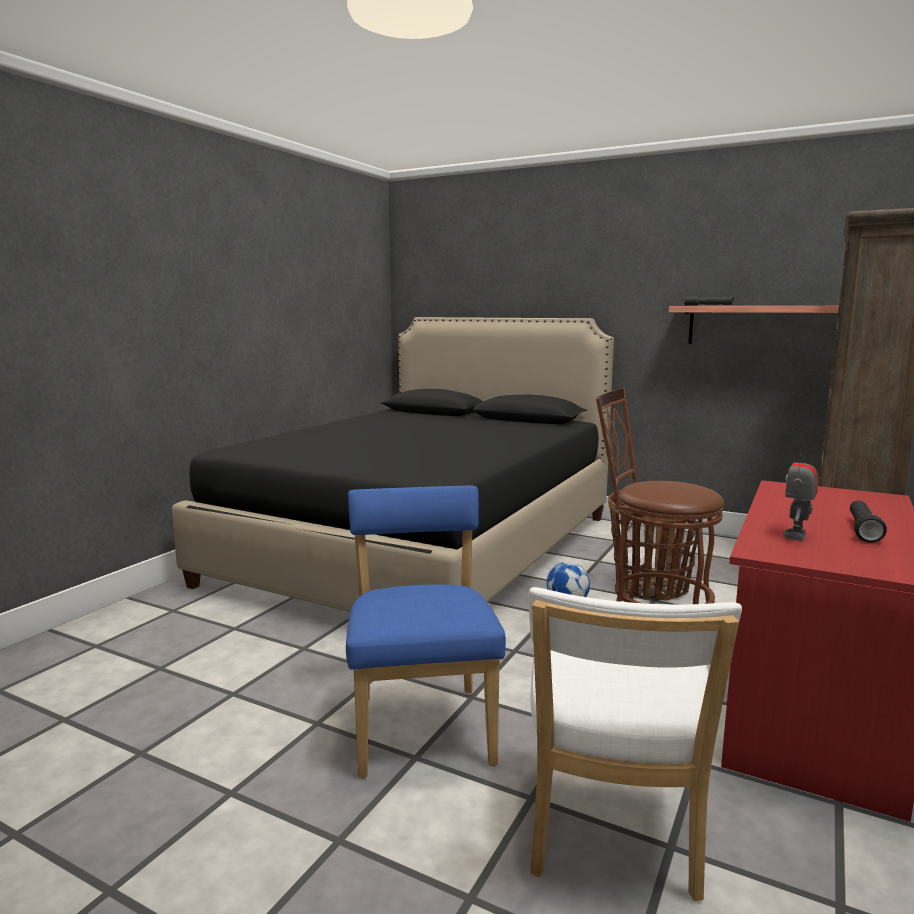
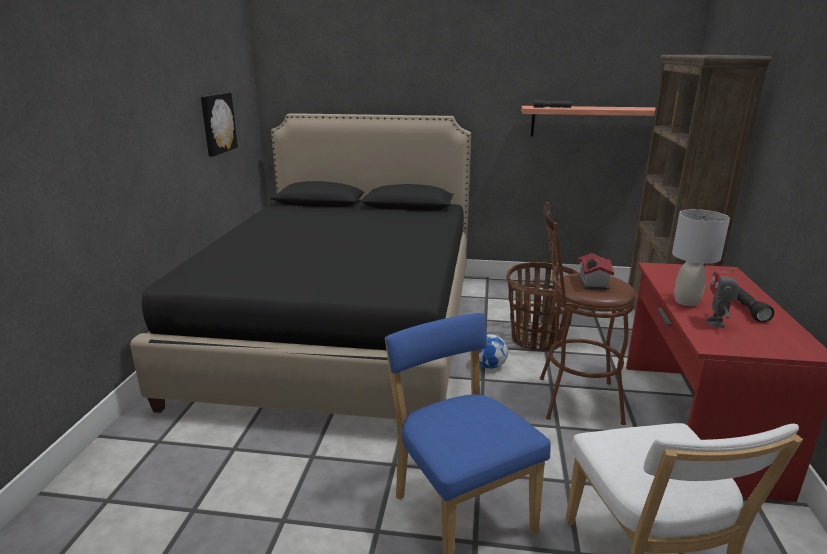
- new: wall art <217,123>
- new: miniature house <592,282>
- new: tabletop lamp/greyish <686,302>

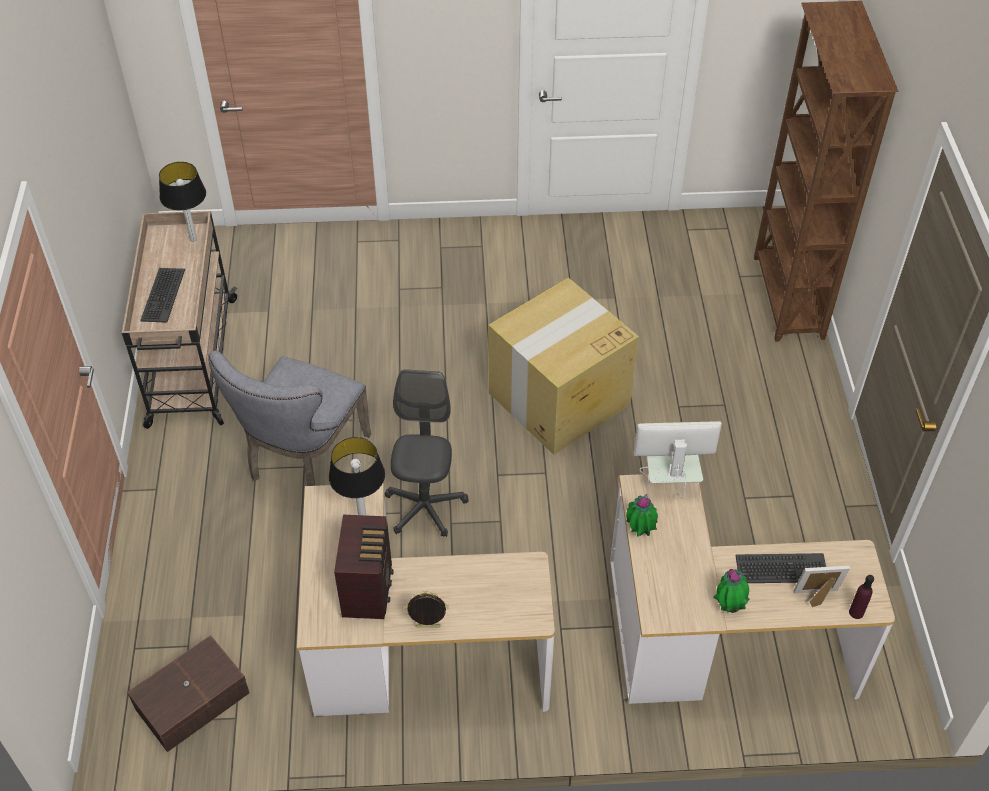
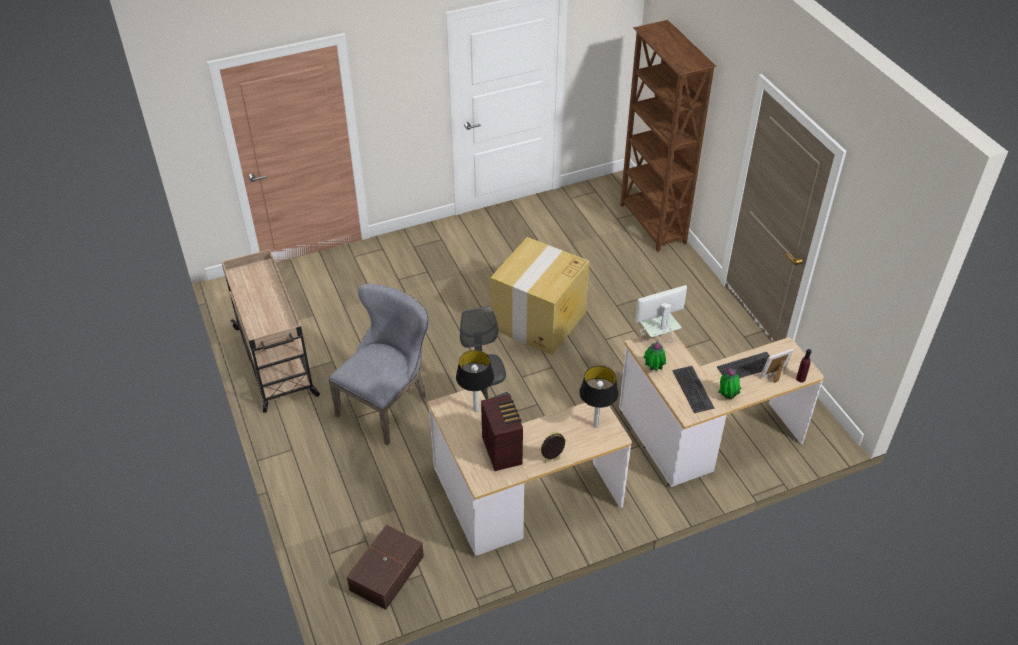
- rotated: plain chair/greyish <303,461> = <387,403> 150 degrees counterclockwise
- shifted: tabletop lamp <194,239> to <596,425>
- shifted: keyboard <162,295> to <692,389>

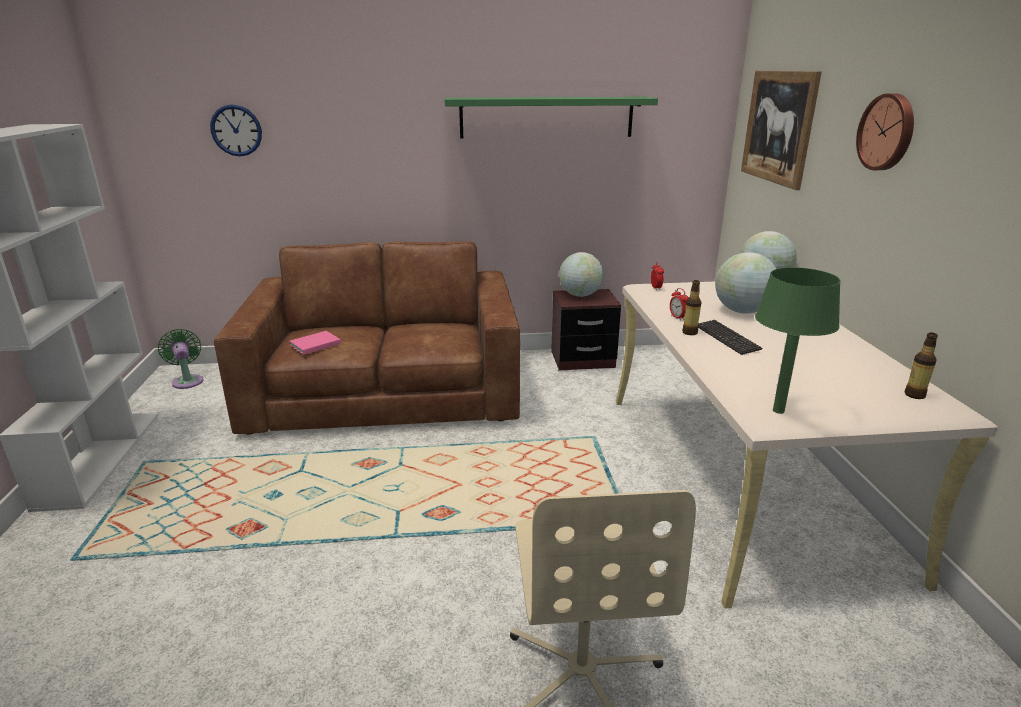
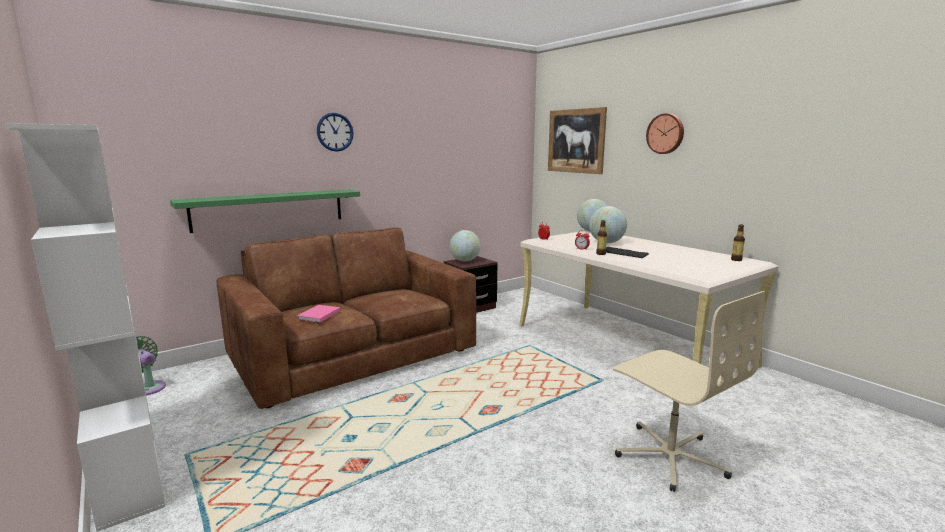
- shifted: shelf/green-coloured <547,117> to <270,209>
- shifted: hanging clock <236,130> to <335,132>
- gone: tabletop lamp/green-coloured <777,410>

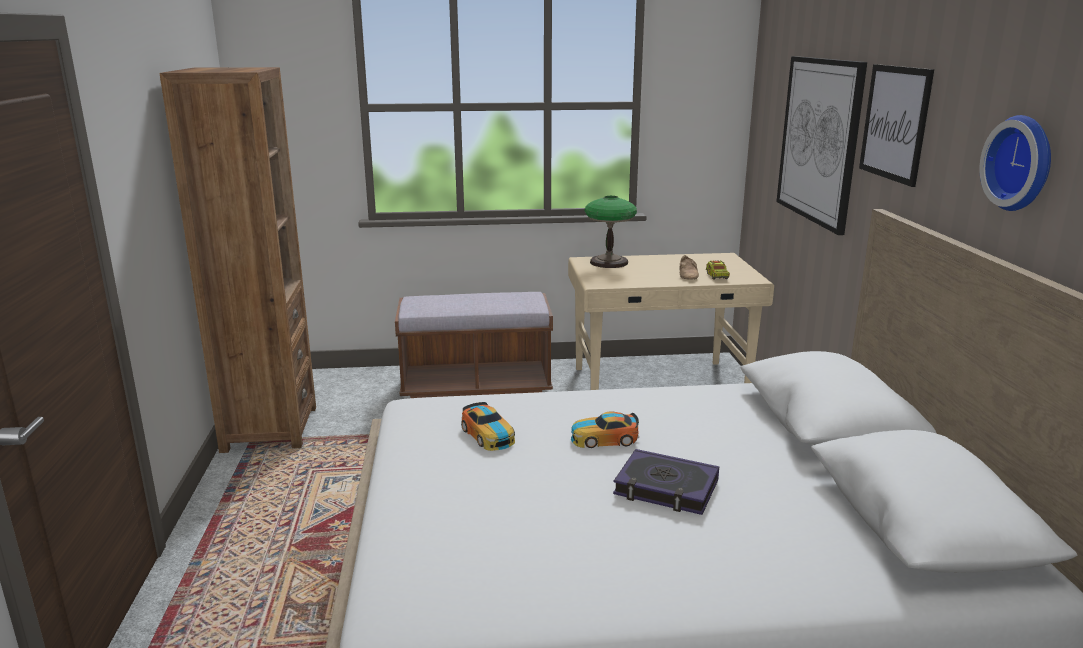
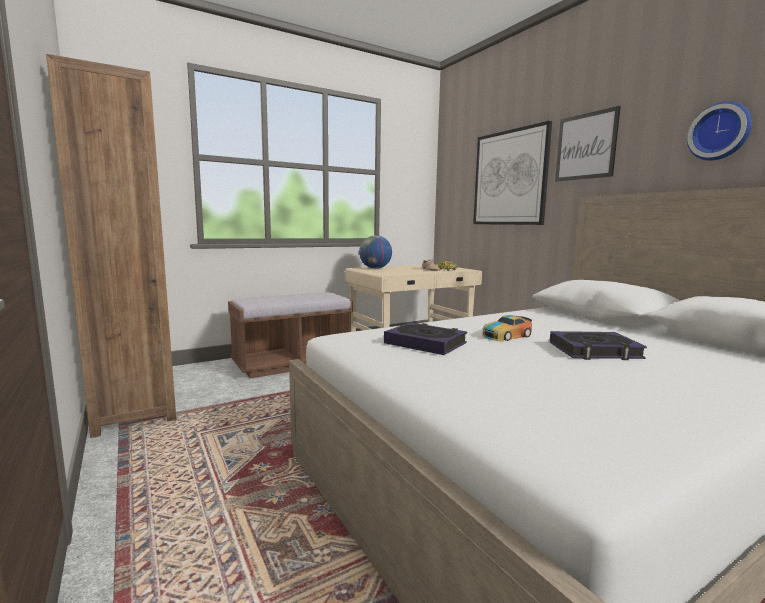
- swapped: tabletop lamp <609,262> to world globe <375,268>
- swapped: miniature car <488,435> to book <425,343>

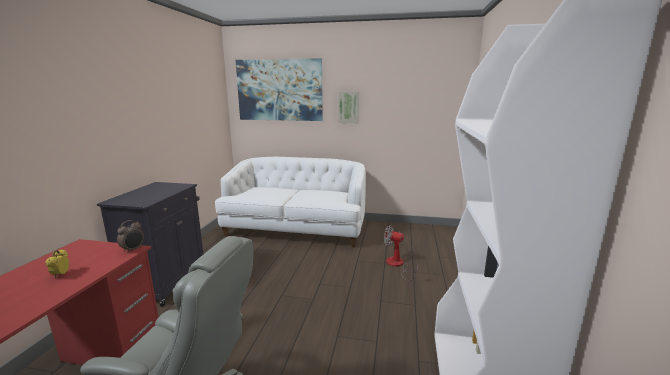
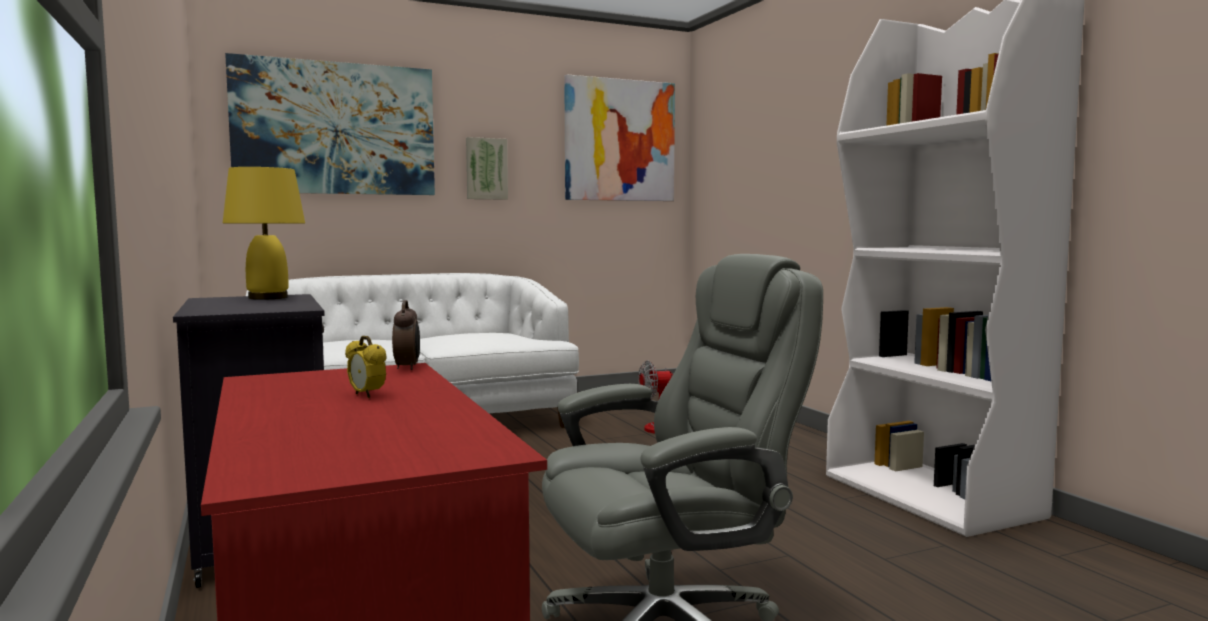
- new: tabletop lamp/yellowish <268,297>
- new: wall art <619,140>

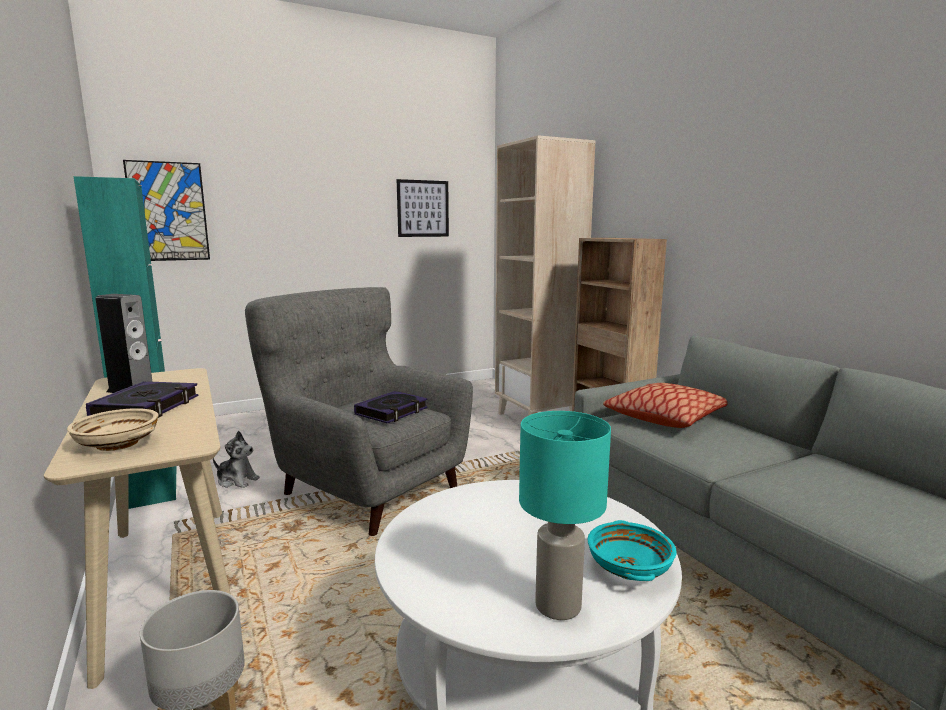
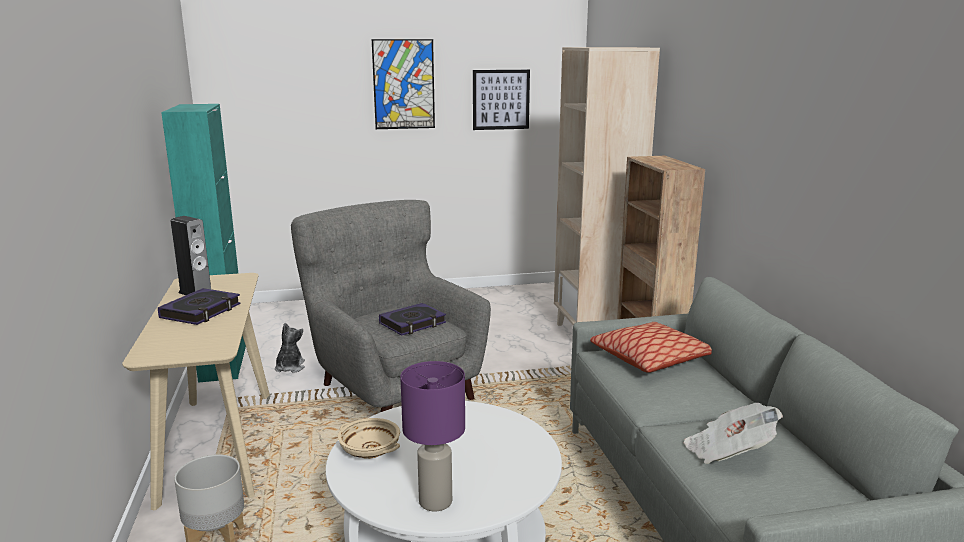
- rotated: cuddly toy <237,480> = <290,367> 120 degrees counterclockwise
- shifted: serving bowl/sand-coloured <116,444> to <369,450>
- shifted: wall art <168,211> to <403,84>
- repainted: tabletop lamp/blue-green <556,606> to tabletop lamp/purple-coloured <434,502>
- new: printed paper <728,452>
- gone: serving bowl/blue-green <630,568>

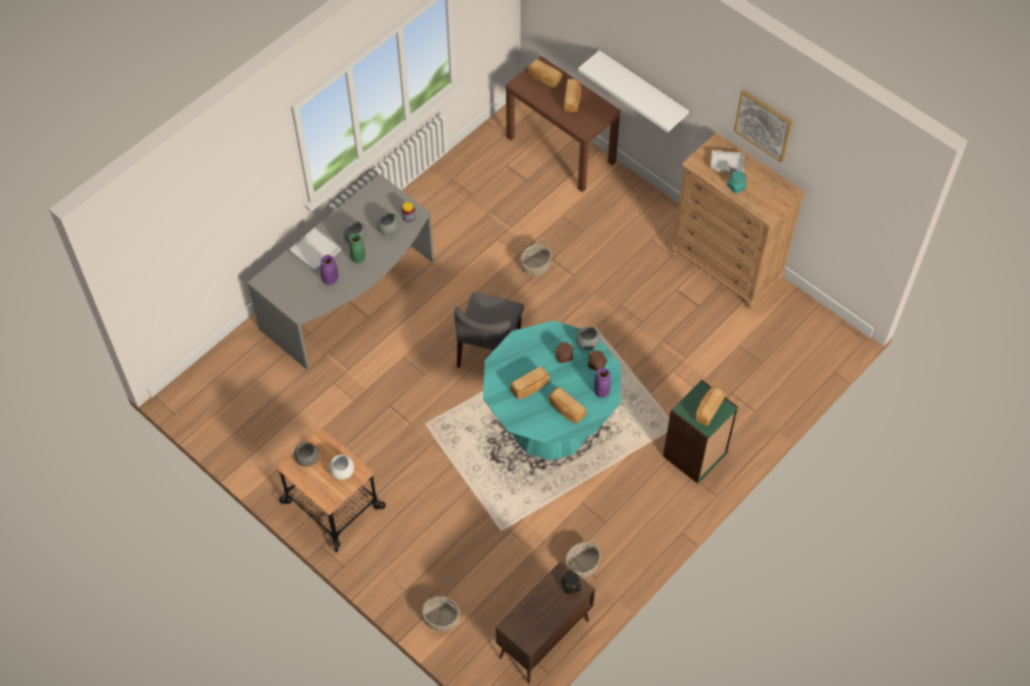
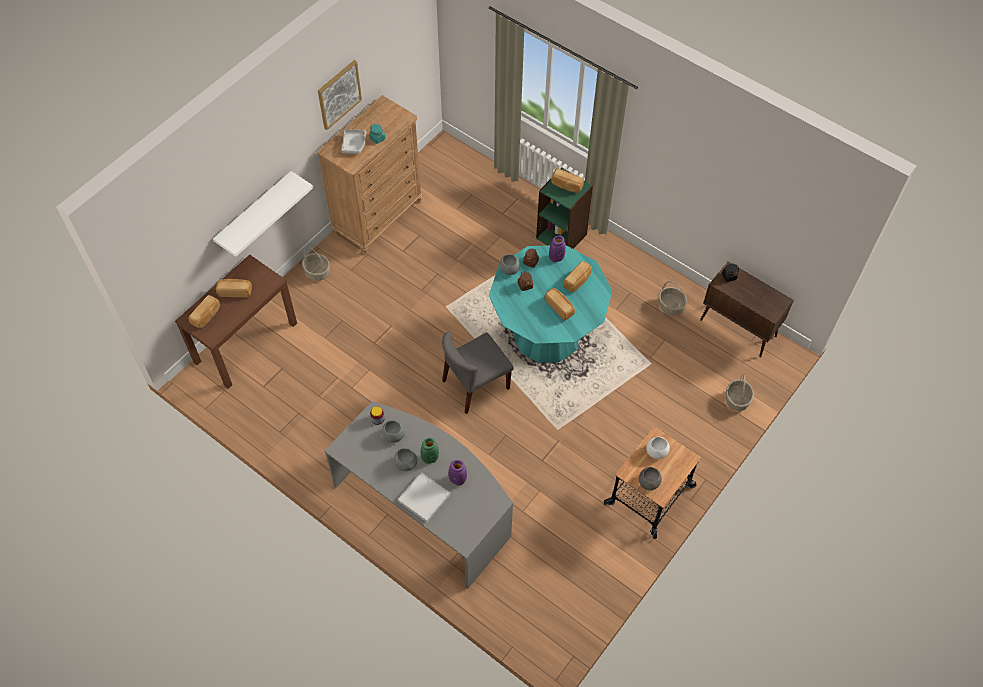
- shifted: basket <536,265> to <317,272>
- rotated: plain chair/greyish <489,350> = <475,385> 135 degrees clockwise

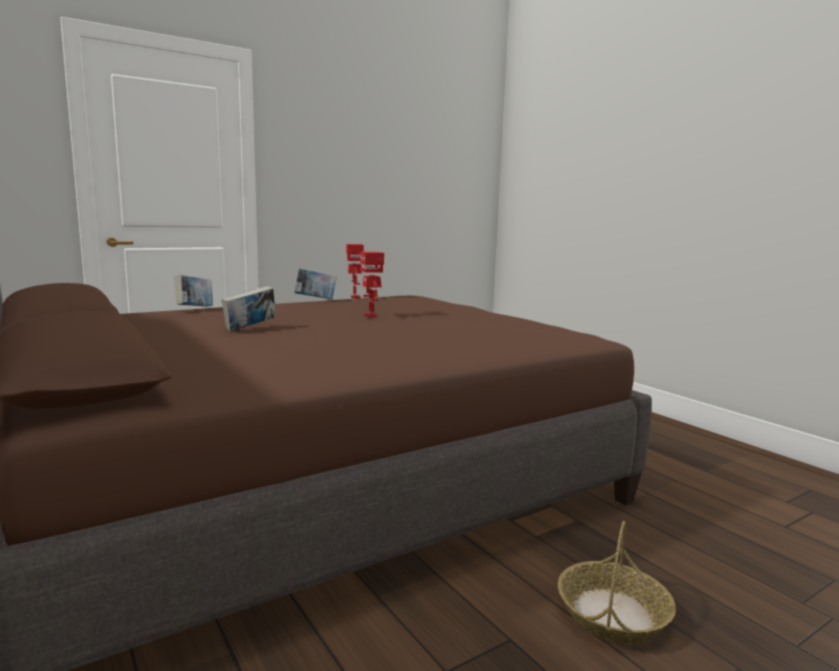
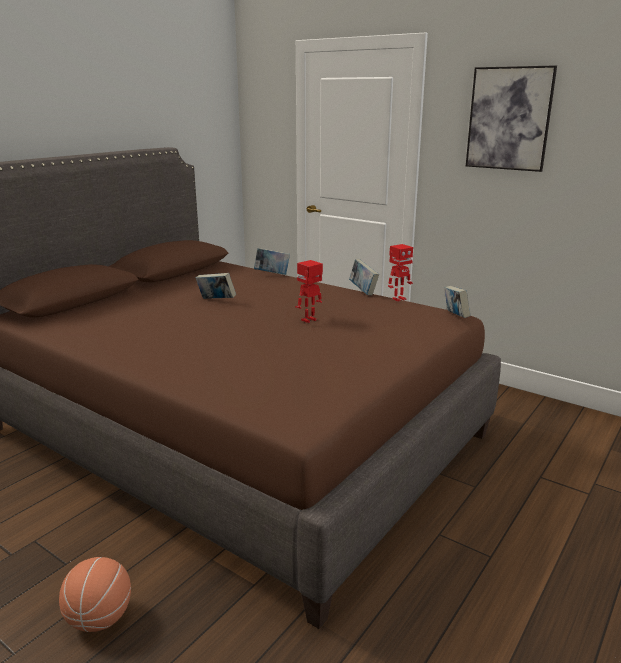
- swapped: basket <613,614> to ball for basketball <99,618>
- new: book <455,316>
- new: wall art <509,119>

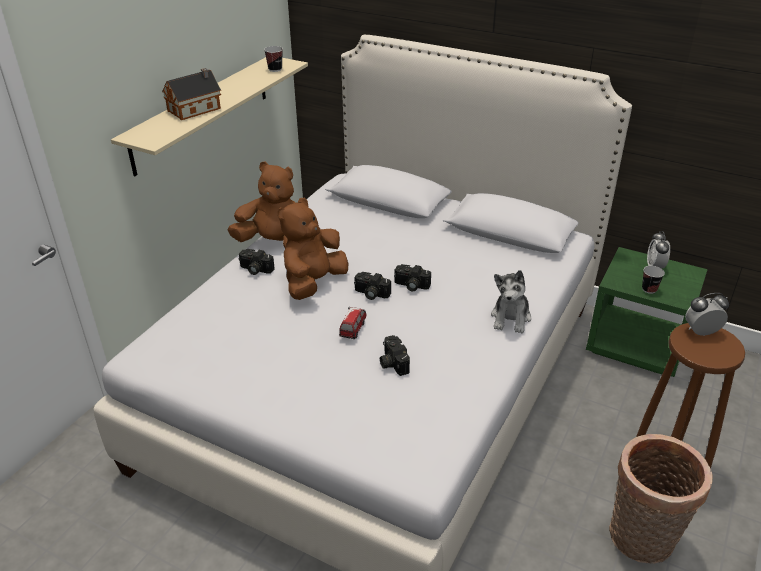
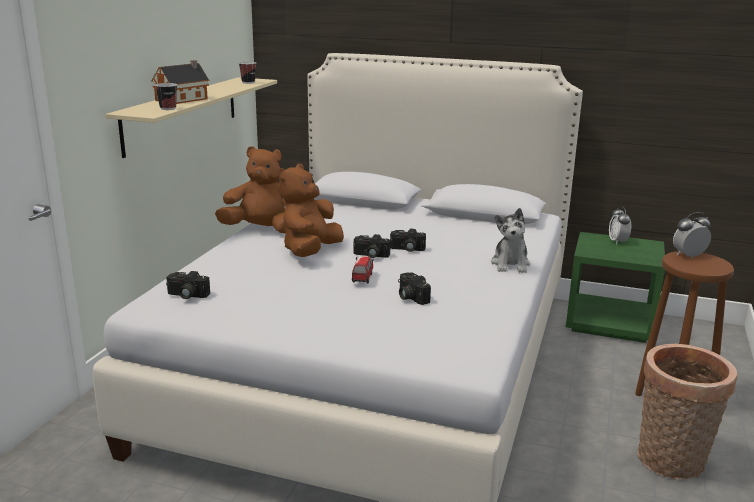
- shifted: small cup <649,289> to <168,108>
- shifted: photo camera <255,269> to <186,295>

